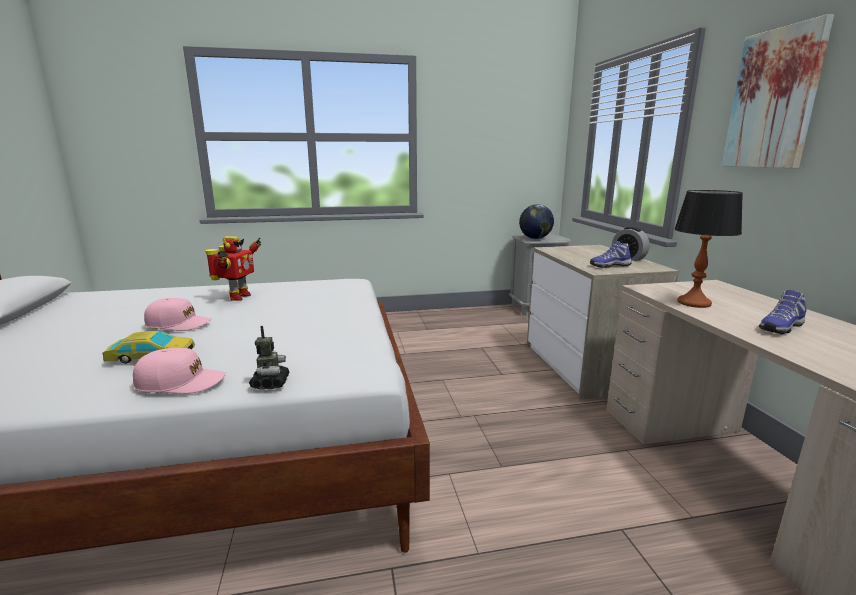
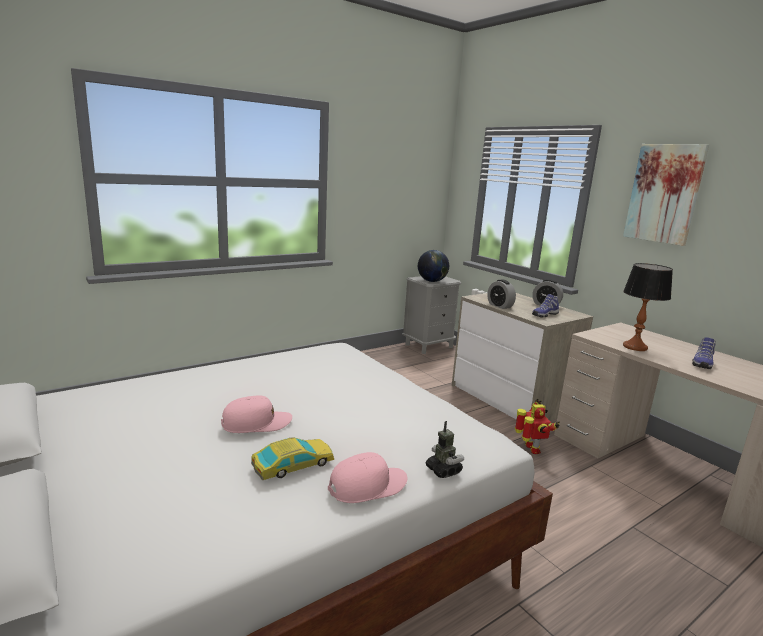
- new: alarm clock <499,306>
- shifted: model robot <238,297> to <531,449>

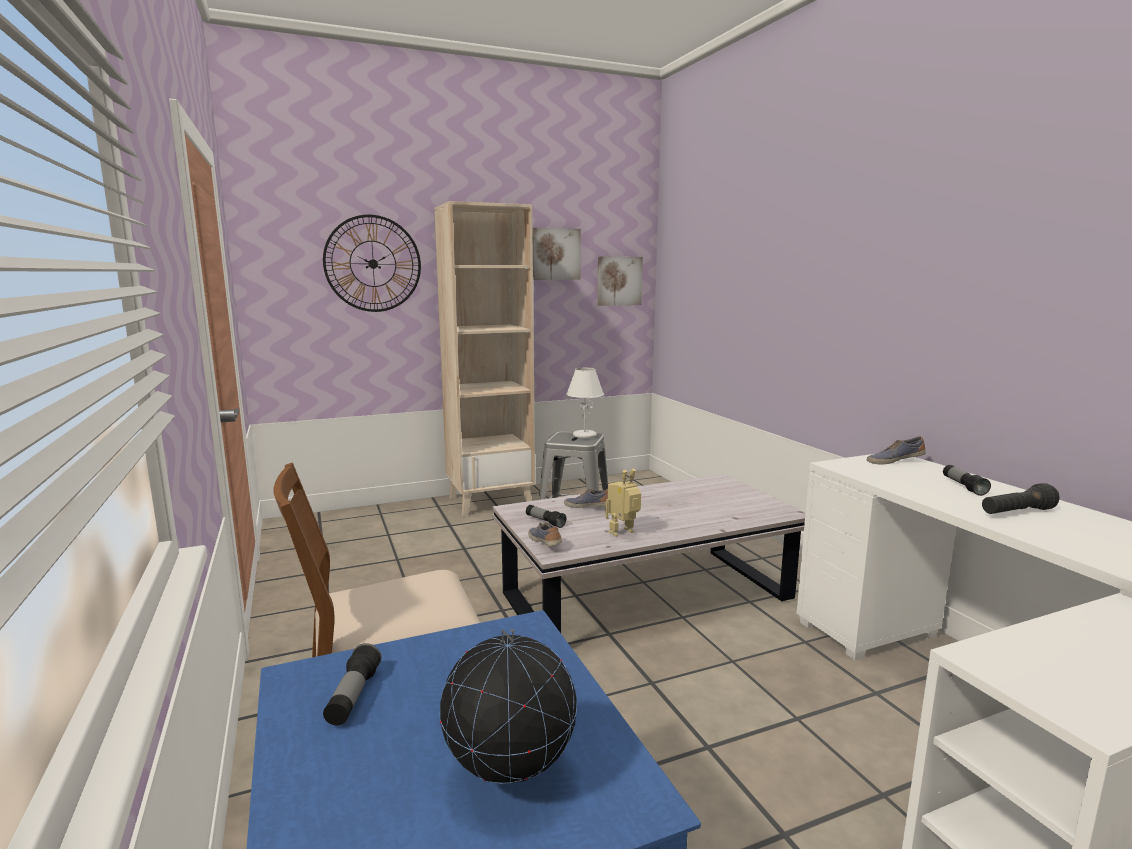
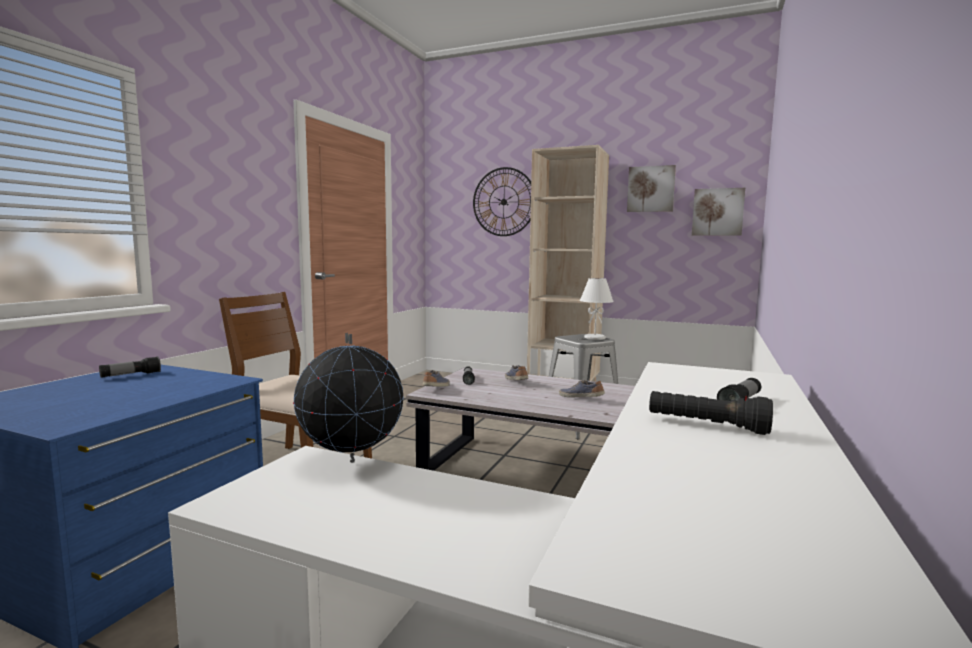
- shifted: world globe <511,780> to <351,463>
- shifted: low shoe <894,461> to <581,398>
- gone: model robot <623,533>

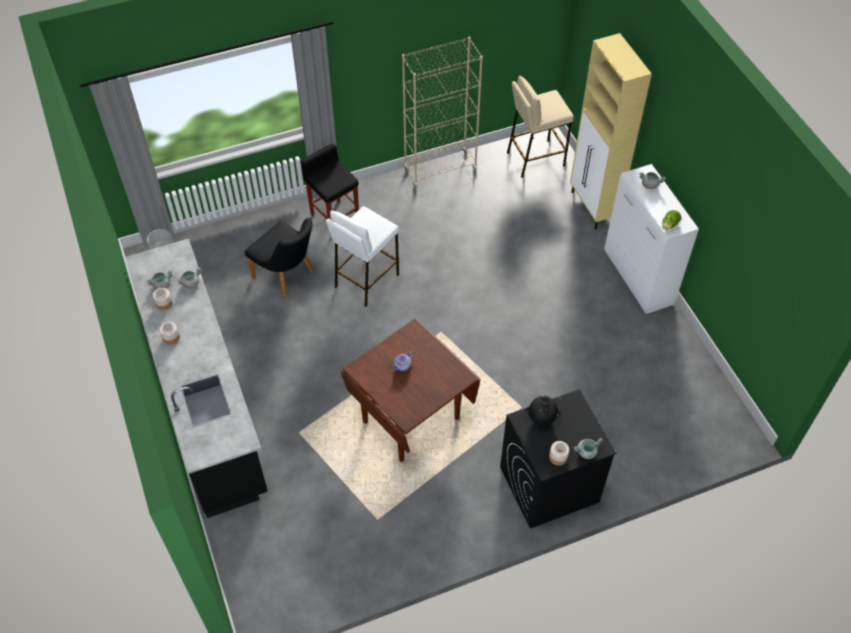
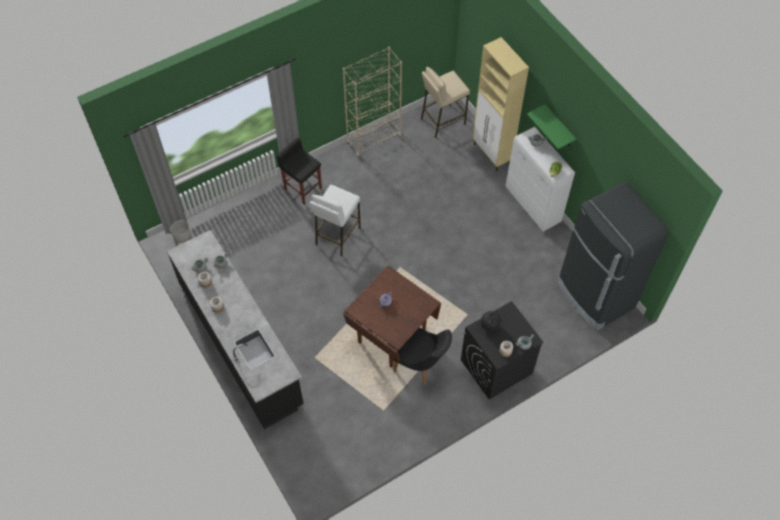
- shifted: plain chair/blackish <288,277> to <422,366>
- new: shelf/green-coloured <559,127>
- new: kitchen fridge/blackish <595,295>

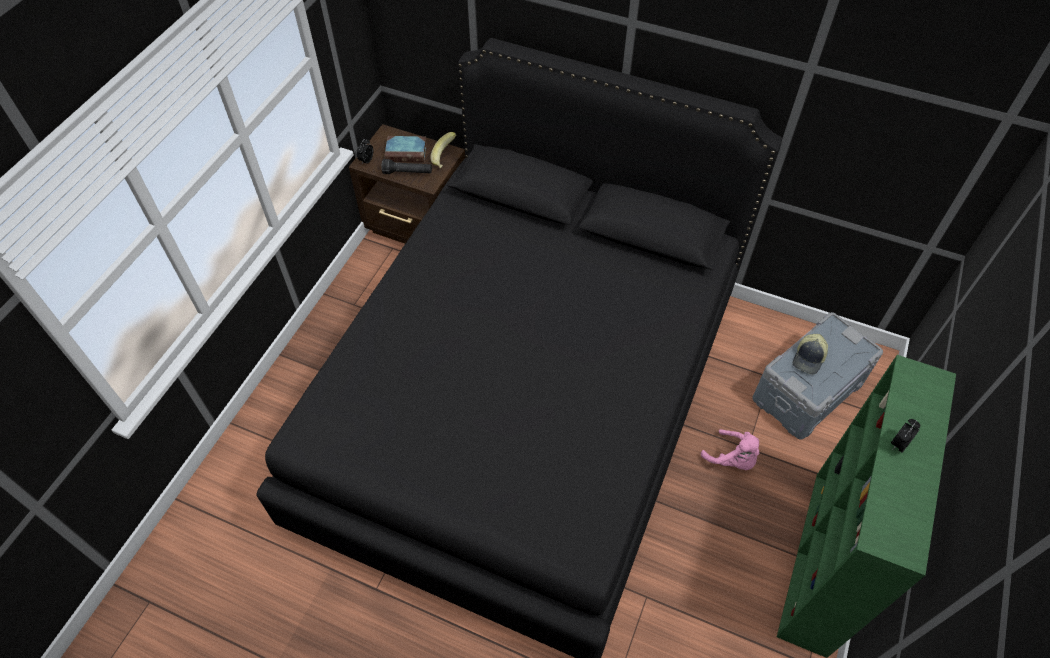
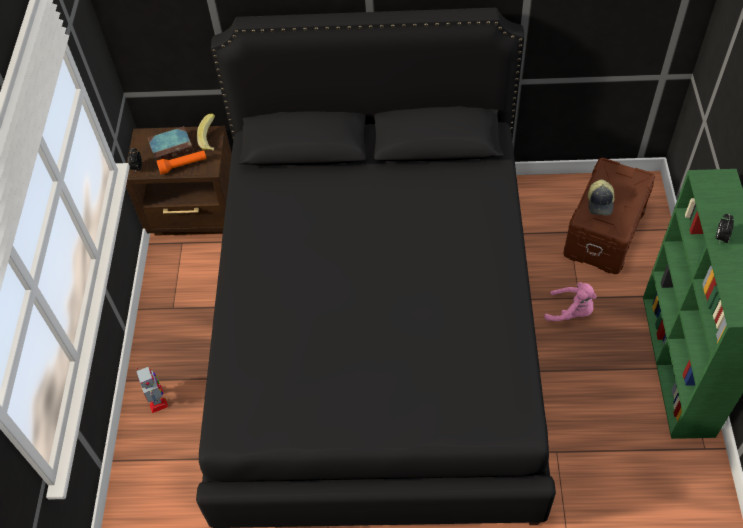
- new: model robot <157,399>
- repainted: hand torch/blackish <407,173> to hand torch/orangey <183,165>
- repainted: storage box/greyish <808,392> to storage box/brown <605,232>

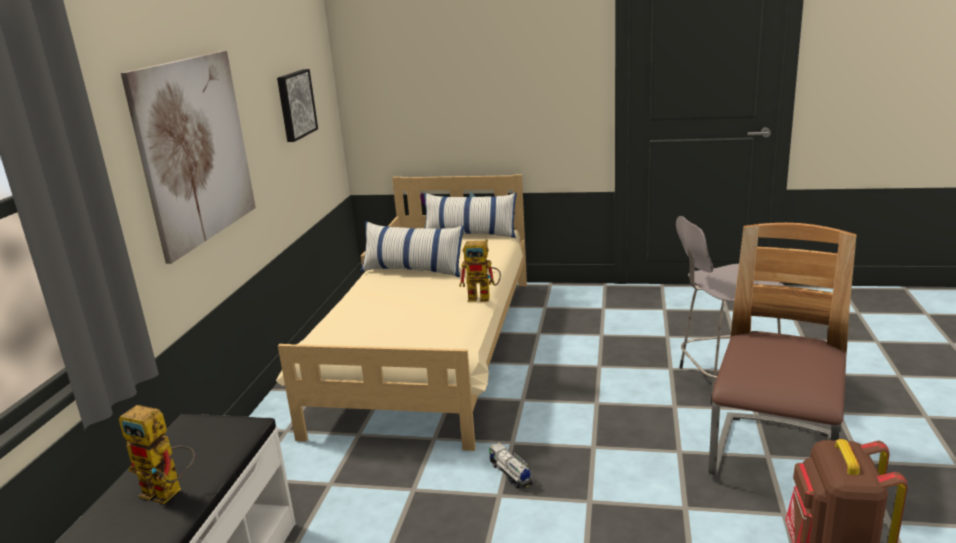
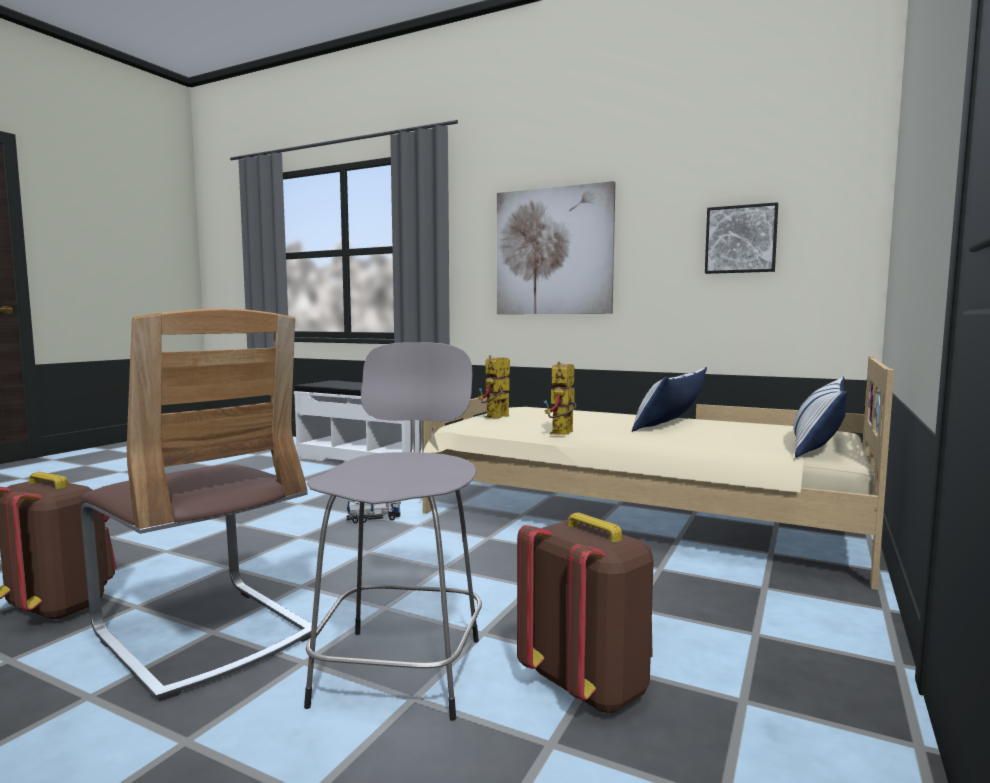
- shifted: model robot <170,492> to <495,417>
- new: knapsack/brown <588,687>

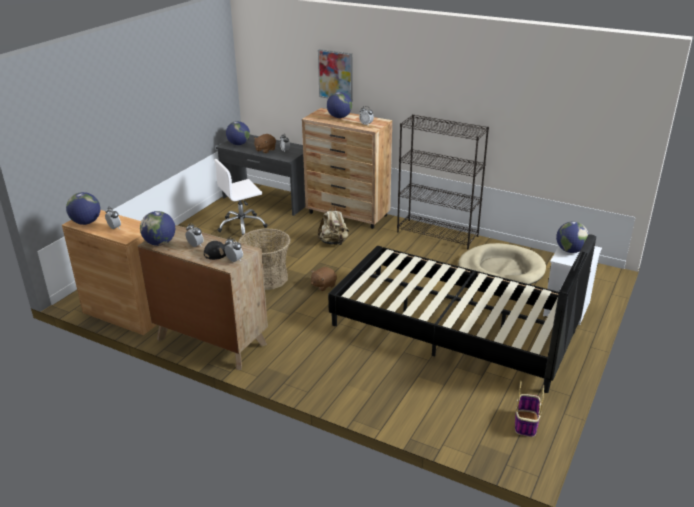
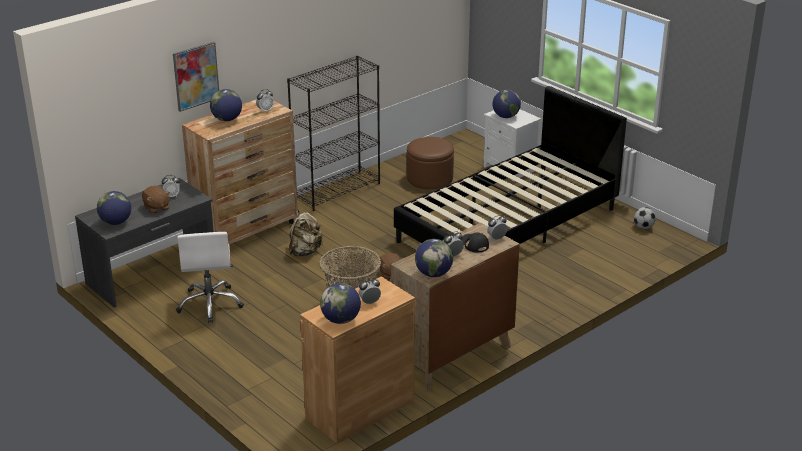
- swapped: dog cushion/sand-coloured <501,270> to ottoman/brown <429,178>
- swapped: basket <526,423> to ball for football <643,227>

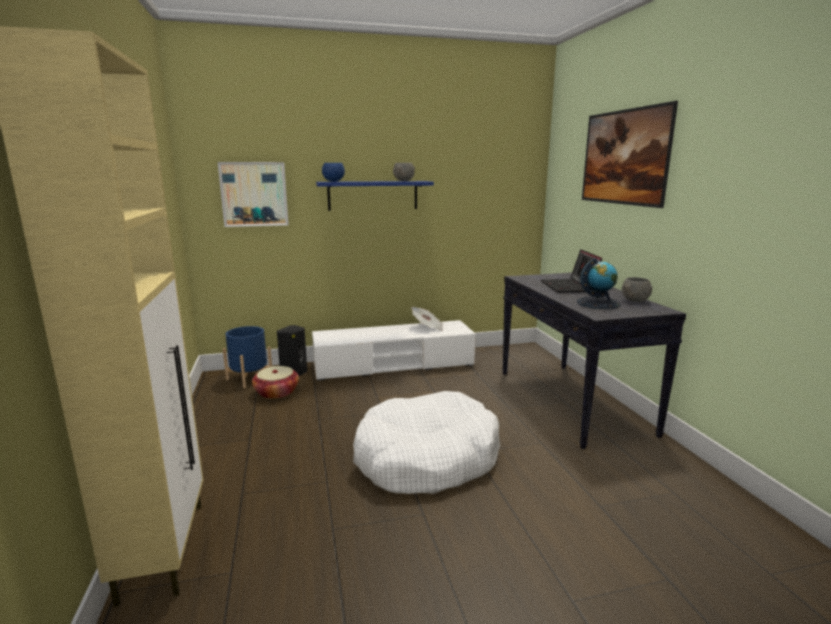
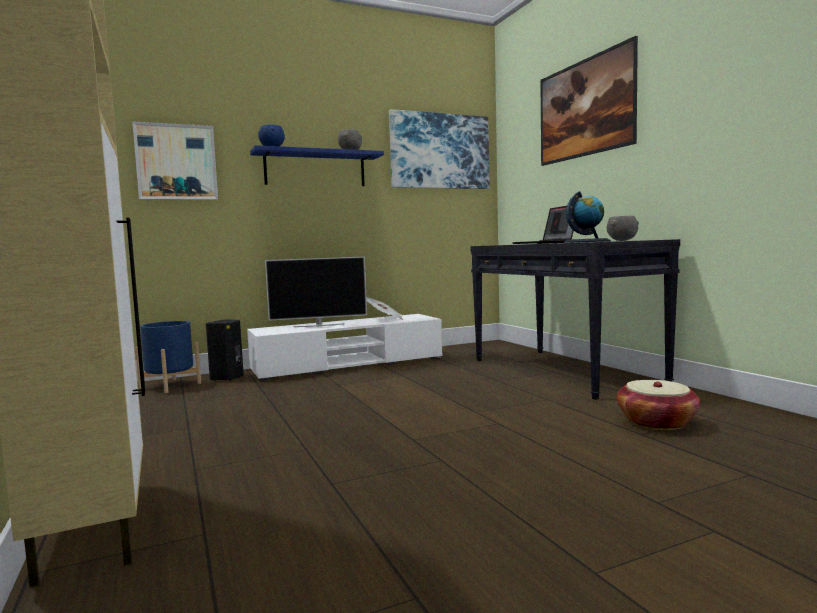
- new: TV <319,325>
- new: wall art <440,151>
- shifted: basket <276,392> to <656,422>
- gone: dog cushion/whitish <426,458>

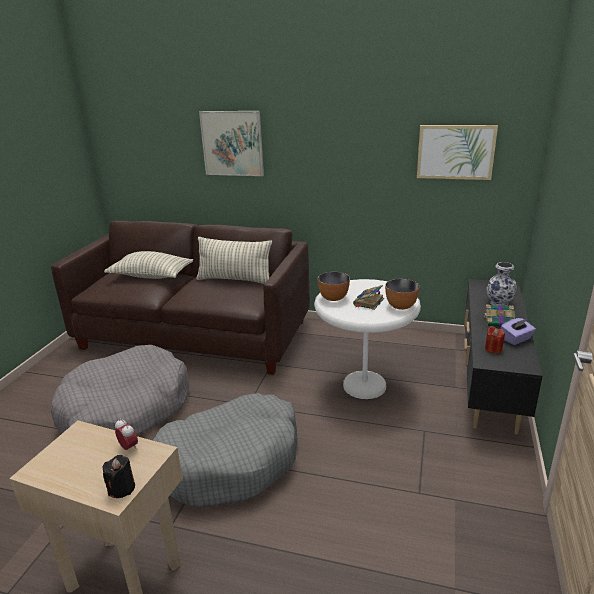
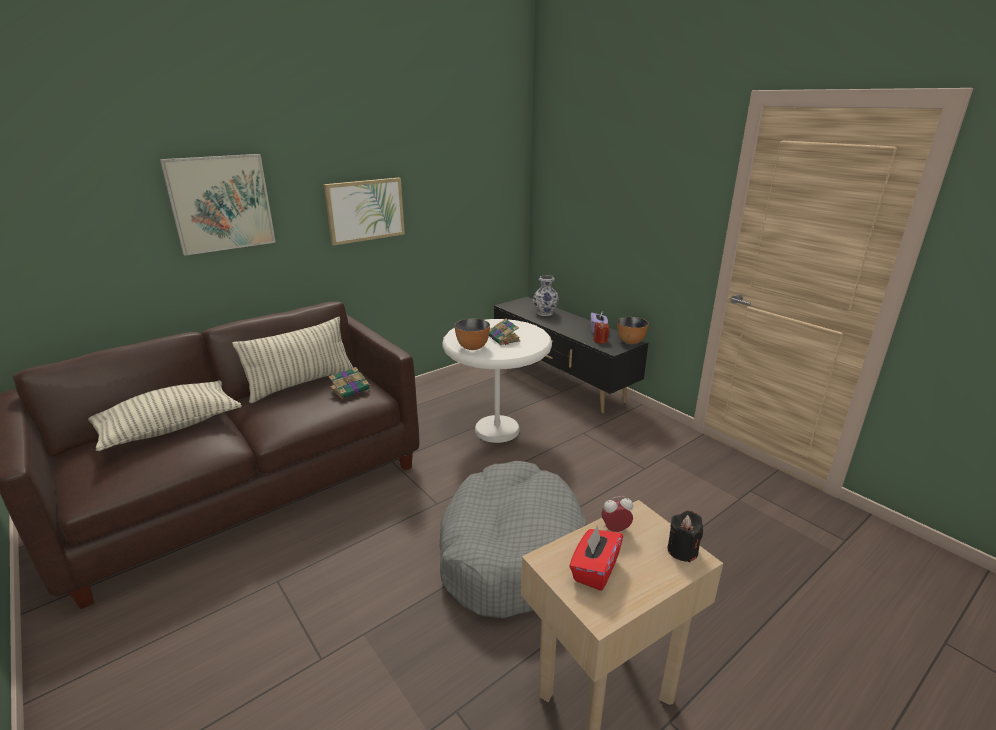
- shifted: wall art <455,152> to <365,210>
- shifted: book <500,322> to <350,389>
- new: box of tissues/red <594,570>
- shifted: serving bowl <401,306> to <631,341>
- gone: dog cushion/greyish <125,408>

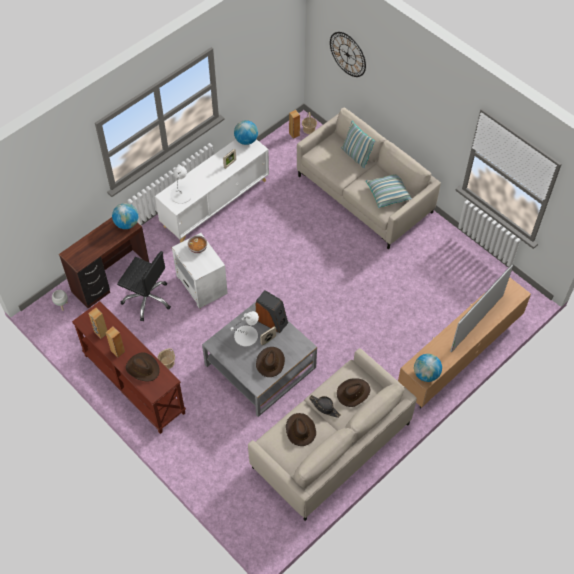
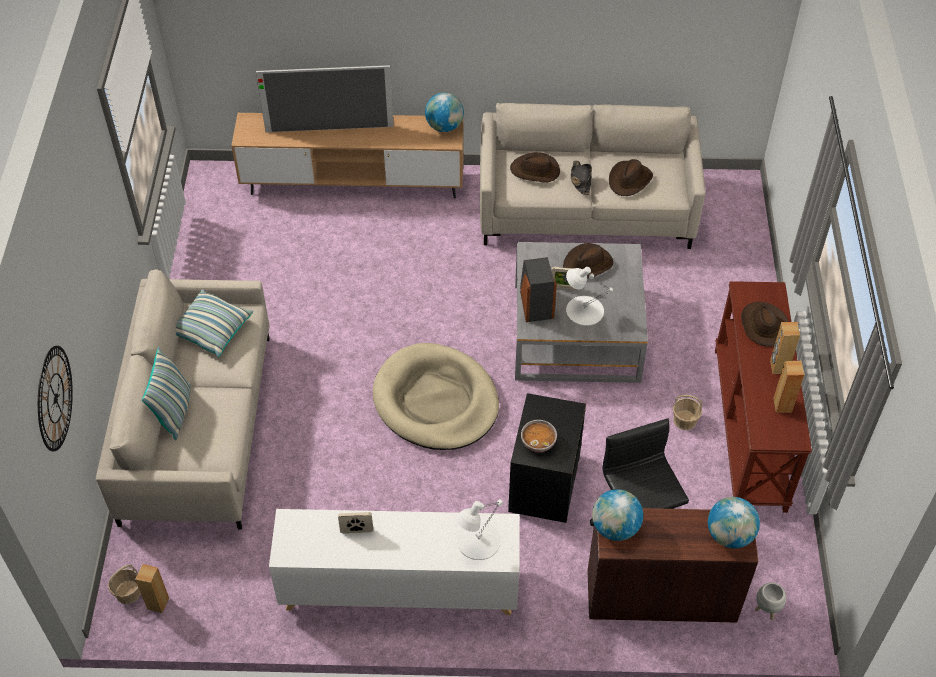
- new: dog cushion/sand-coloured <436,401>
- repainted: end table/whitish <201,285> to end table/blackish <545,482>
- shifted: world globe <246,140> to <729,535>

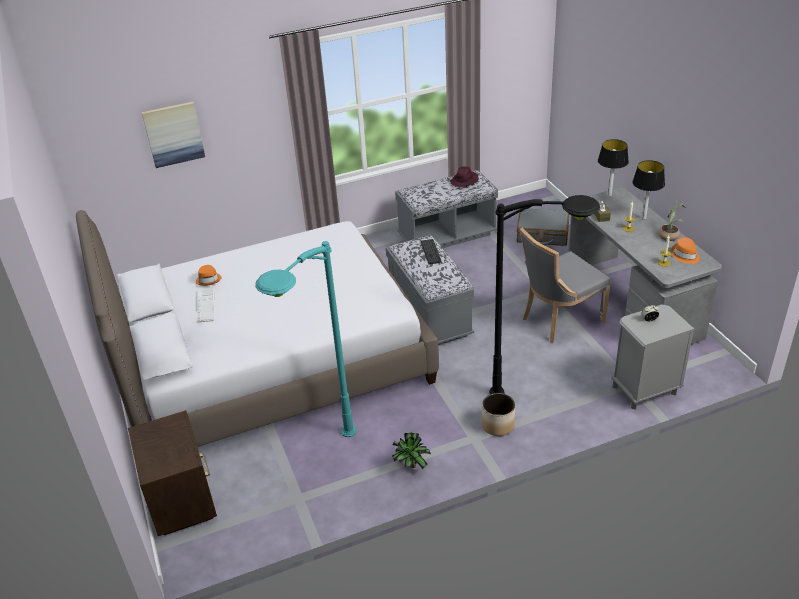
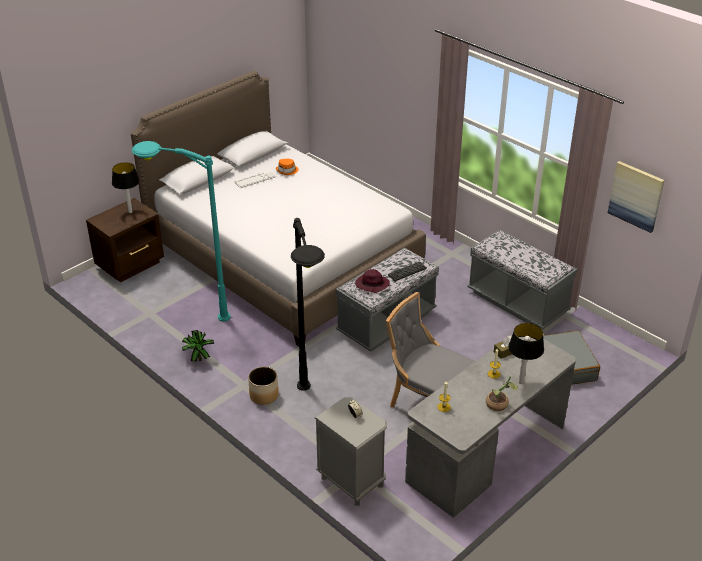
- shifted: tabletop lamp <609,195> to <130,212>
- shifted: clothing hat/purple-coloured <464,181> to <371,285>
- shifted: wall art <173,134> to <636,196>
- gone: clothing hat/orangey <685,255>

